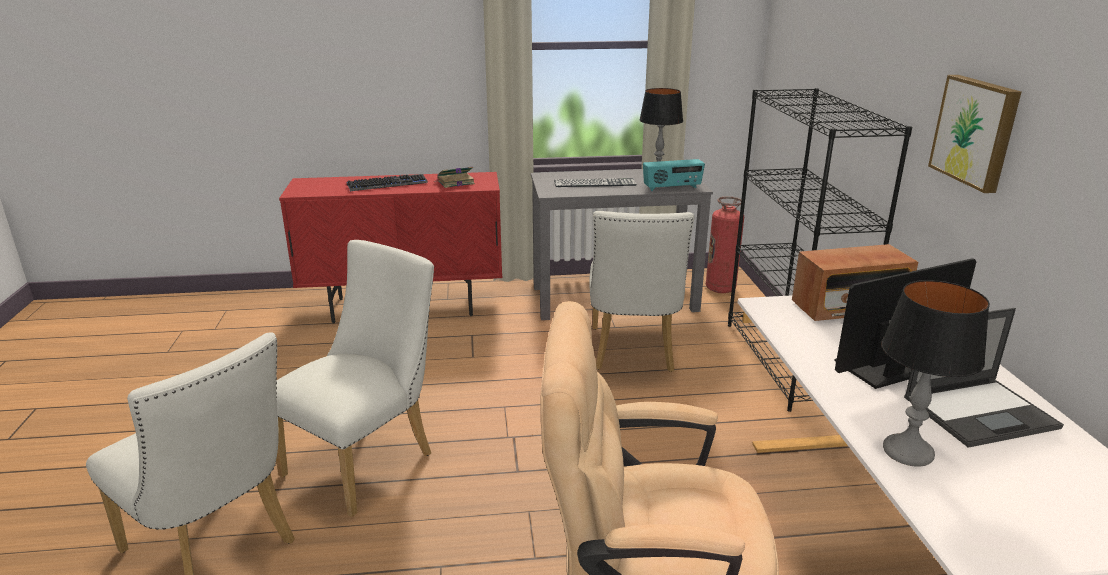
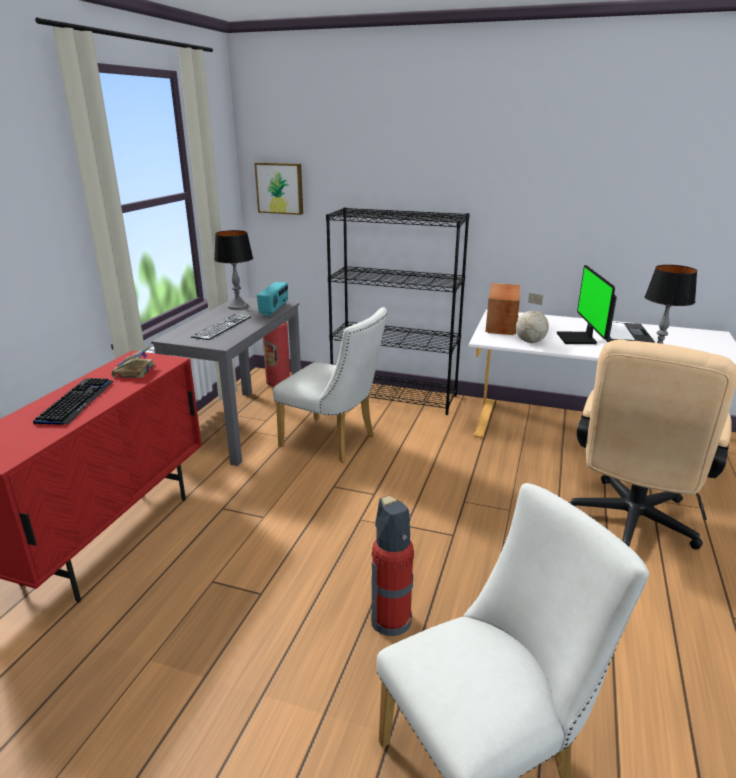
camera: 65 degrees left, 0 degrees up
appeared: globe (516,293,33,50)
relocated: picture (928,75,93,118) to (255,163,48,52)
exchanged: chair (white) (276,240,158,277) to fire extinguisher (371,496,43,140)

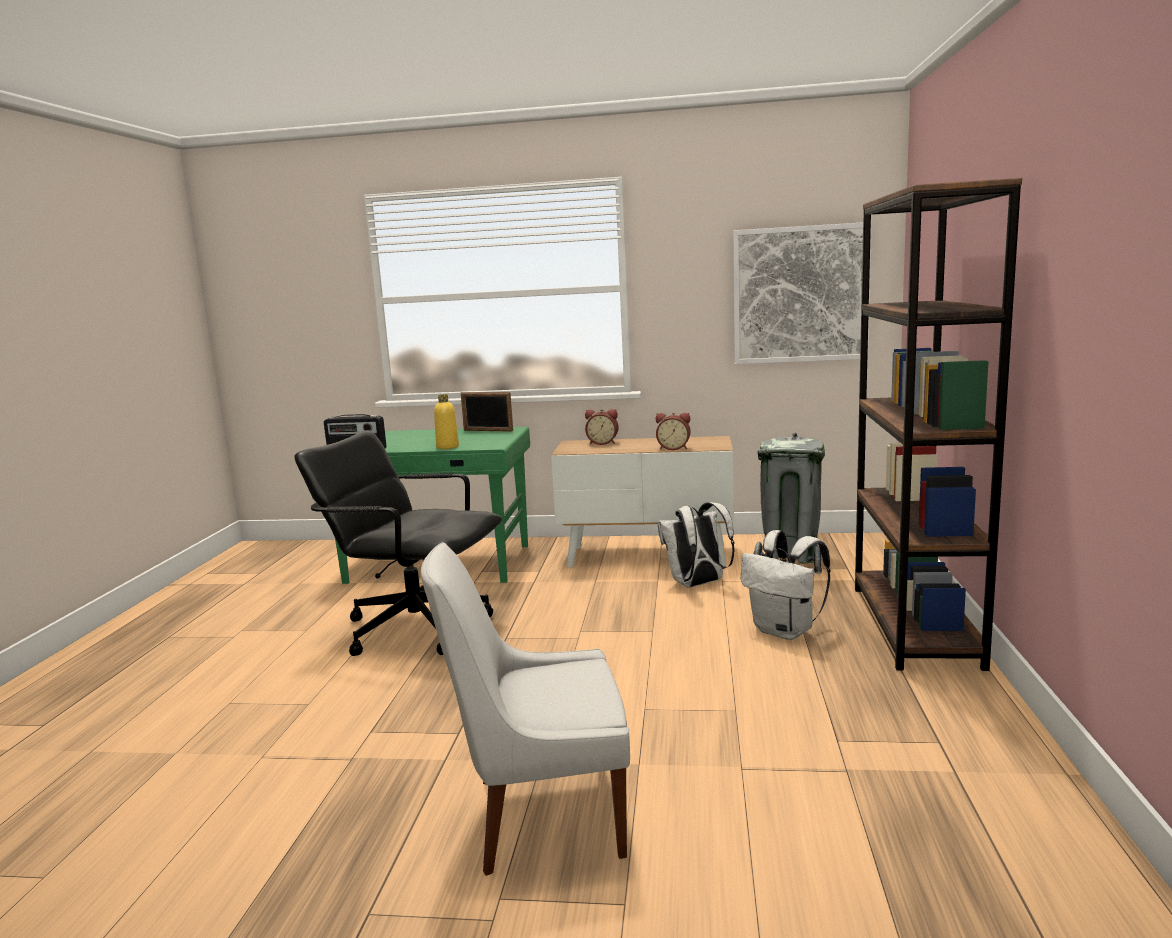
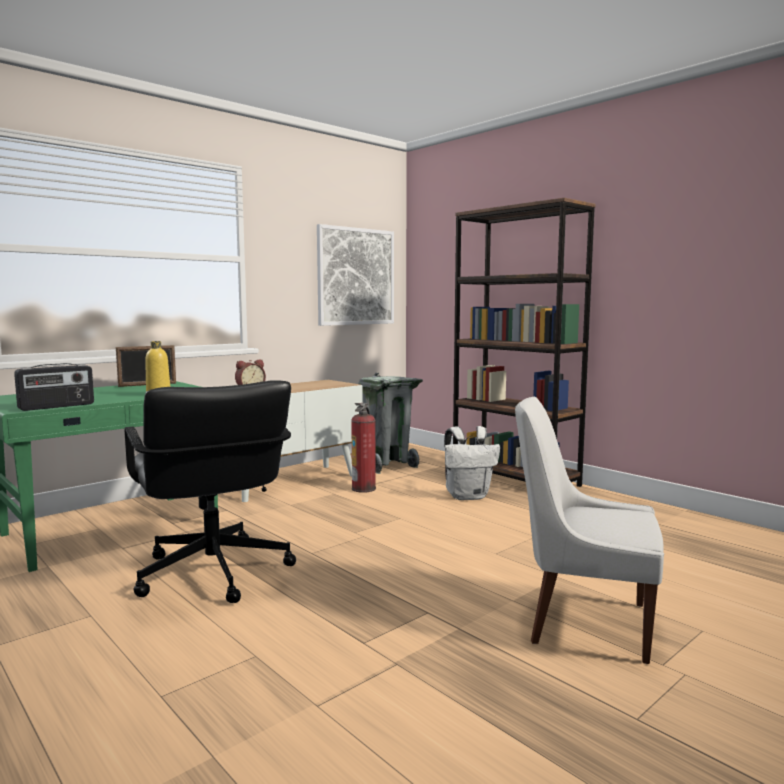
camera: 50 degrees left, 5 degrees down
missing: alarm clock (656,413,35,37)
exchanged: backpack (white) (658,502,77,85) to fire extinguisher (351,403,25,90)
spun: office chair (black) (294,430,208,226) = (125,380,171,223) 90 degrees counterclockwise; chair (white) (421,542,209,334) = (515,397,149,267) 75 degrees clockwise

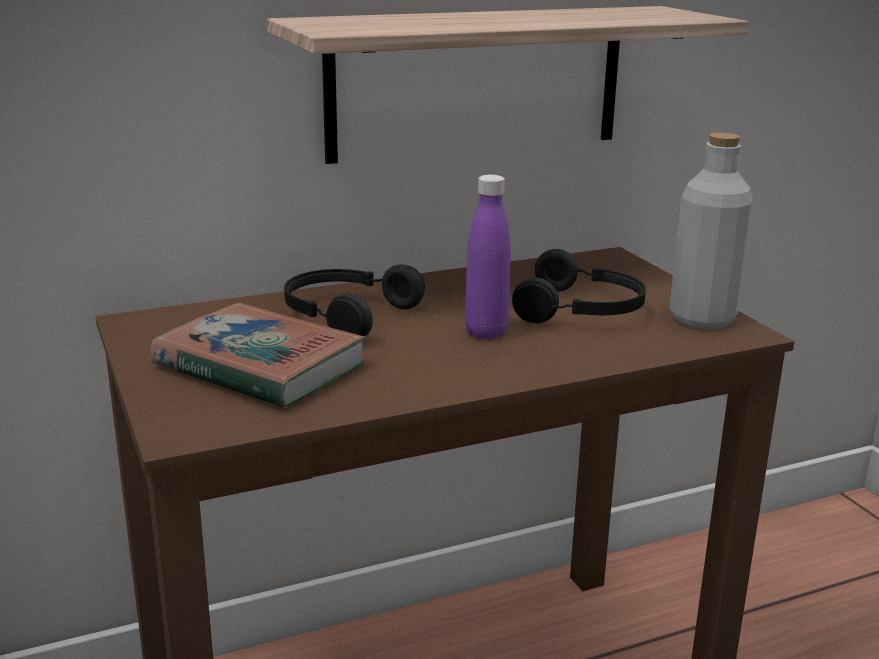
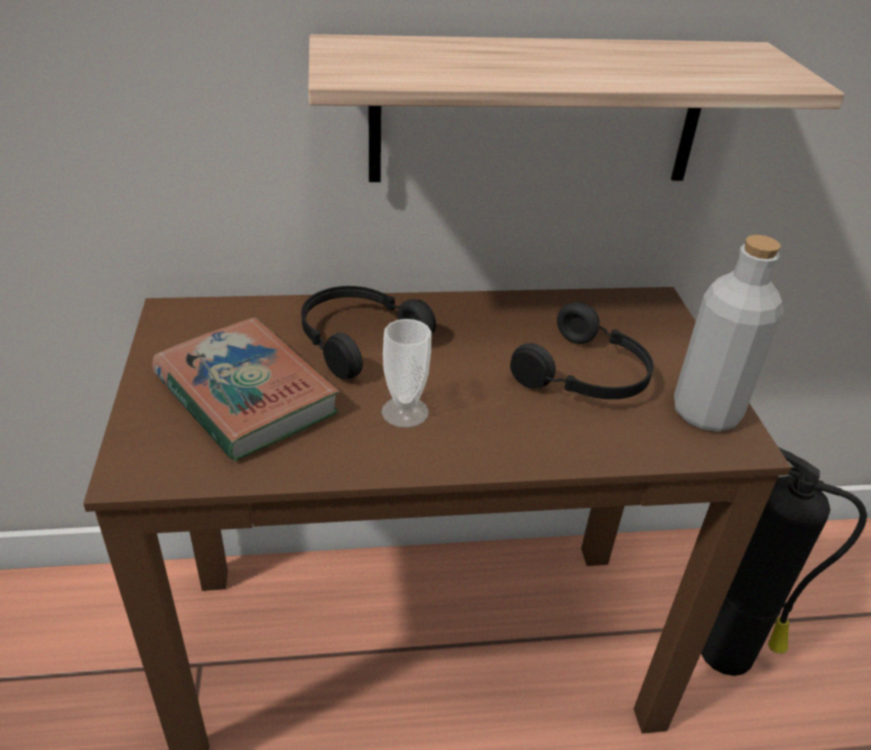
camera: 15 degrees right, 15 degrees up
missing: bottle (purple) (465,175,46,165)
appeared: cup (381,319,50,109); fire extinguisher (701,447,166,229)

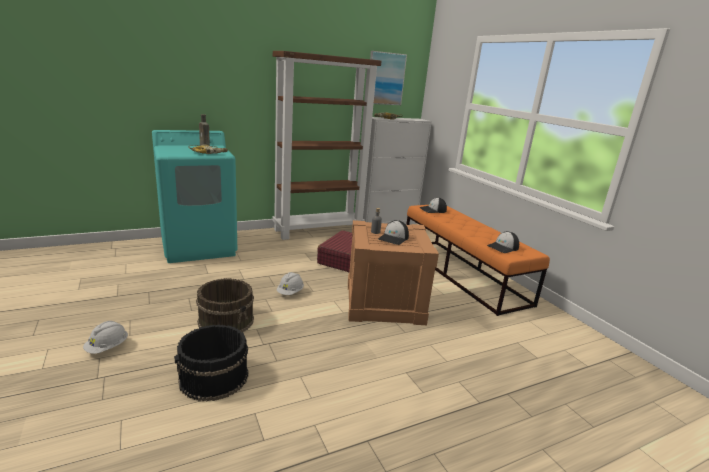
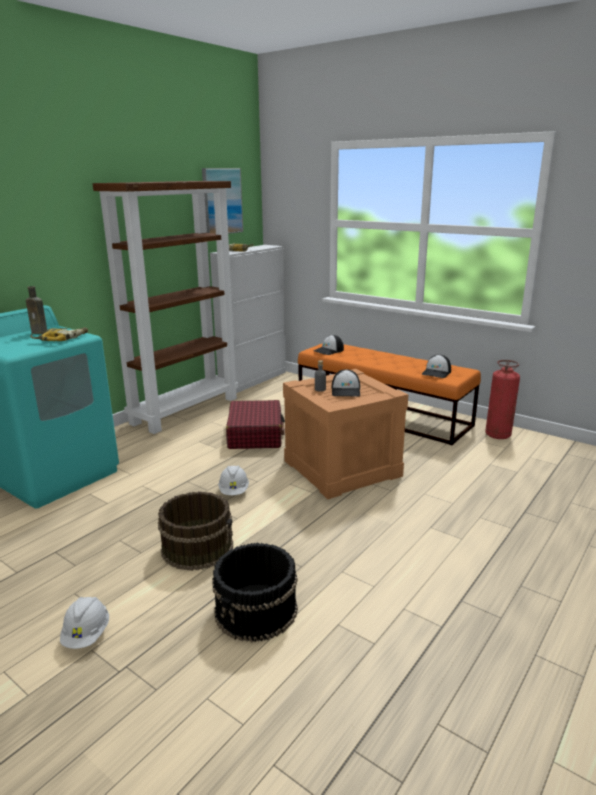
camera: 25 degrees left, 0 degrees up
appeared: fire extinguisher (485,360,35,79)

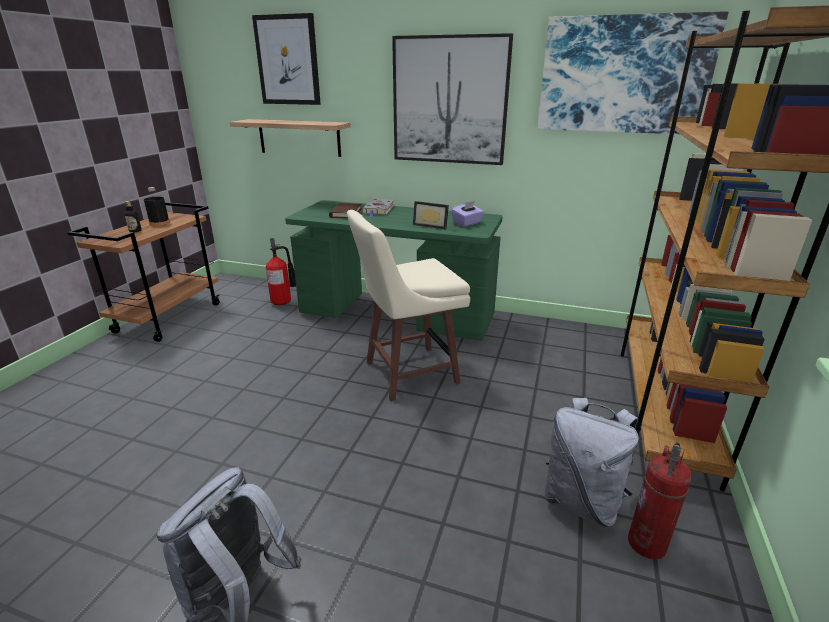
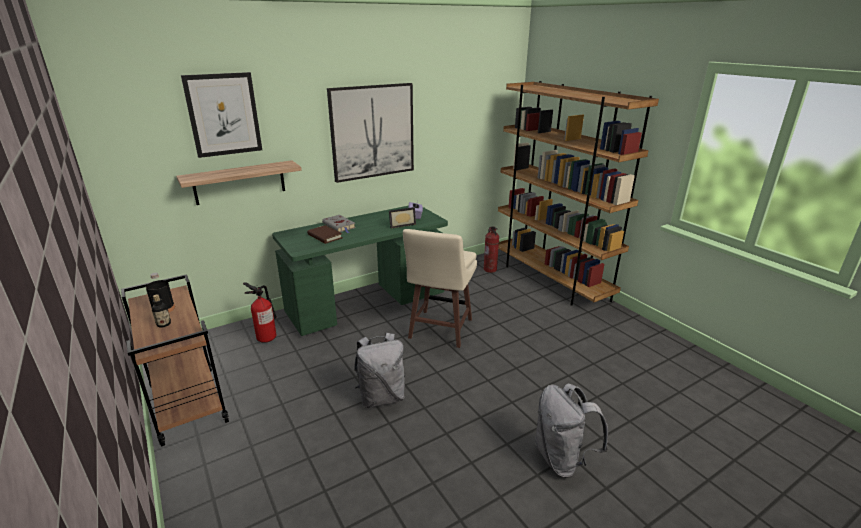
camera: 50 degrees left, 0 degrees up
missing: picture (537,11,191,123)
relocated: backpack (grey) (545,398,94,129) to (354,333,51,75); fire extinguisher (628,443,64,117) to (484,226,15,47)

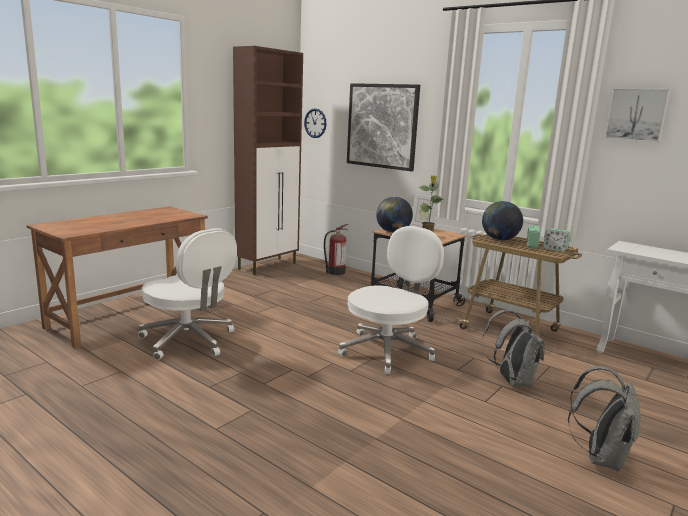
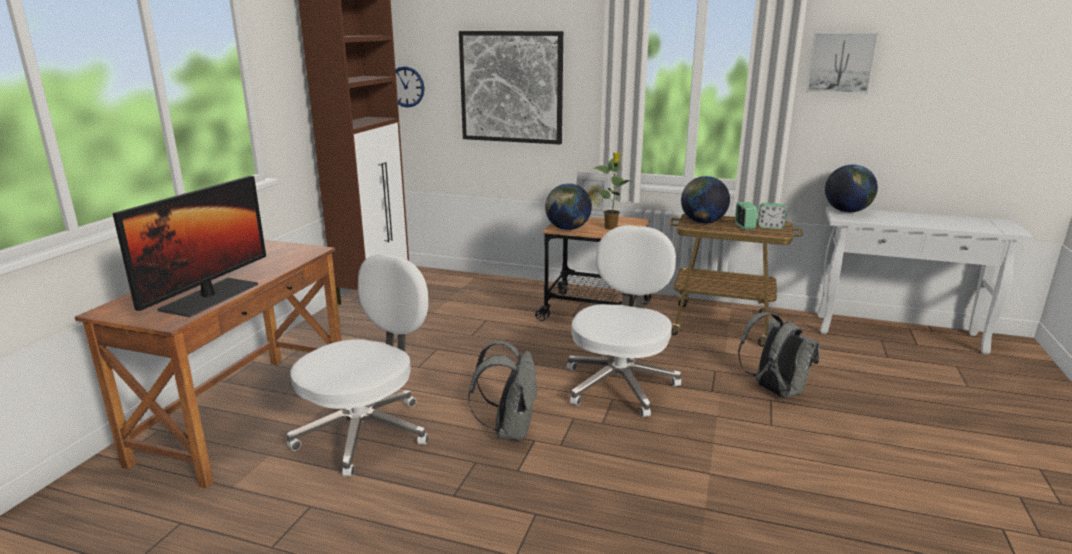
camera: 20 degrees left, 5 degrees up
missing: fire extinguisher (324,224,24,51)
appeared: monitor (113,176,153,141); globe (825,164,53,49)
relocated: backpack (grey) (568,366,73,106) to (468,341,70,100)
spun: office chair (white) (138,228,99,132) = (287,254,141,223) 75 degrees counterclockwise

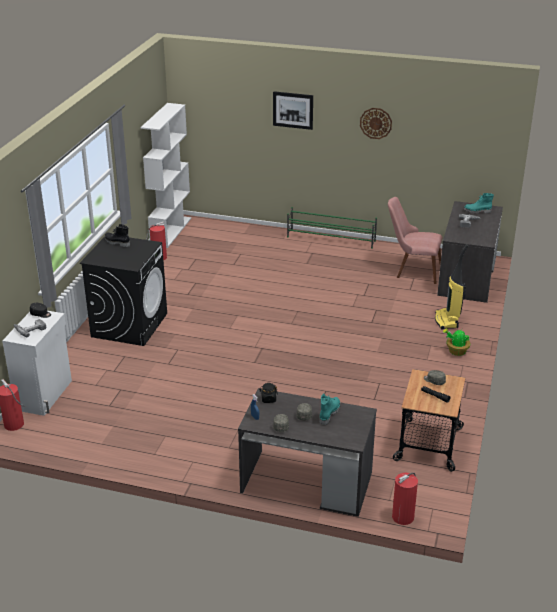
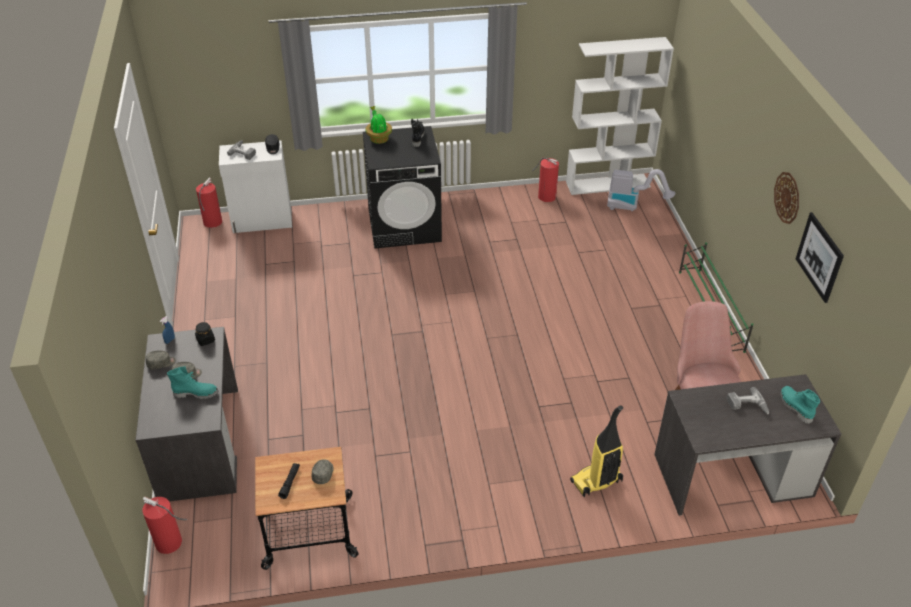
camera: 65 degrees right, 10 degrees up
appeared: vacuum cleaner (607,169,68,42)
relocated: picture (273,91,40,39) to (796,212,48,91); potted plant (443,328,27,28) to (366,106,26,38)

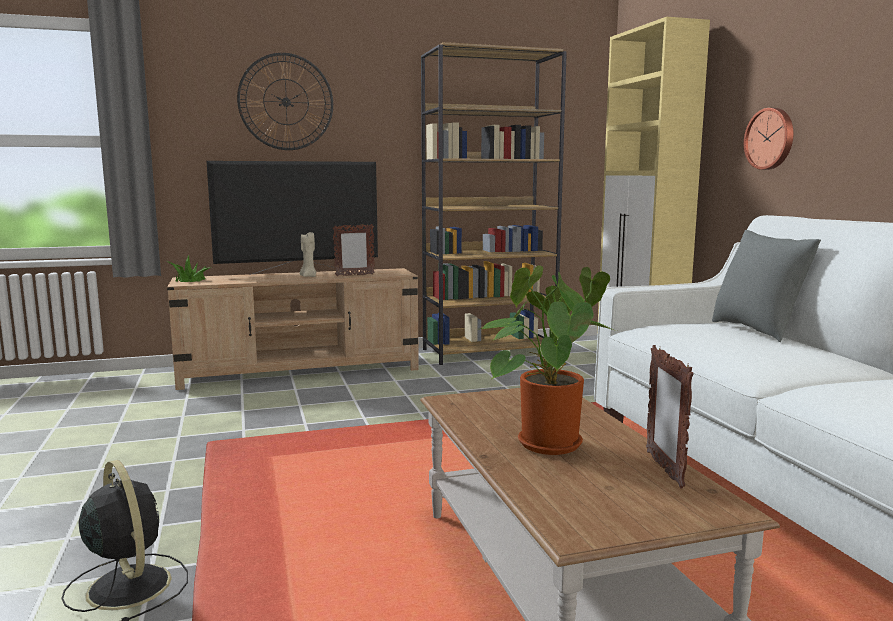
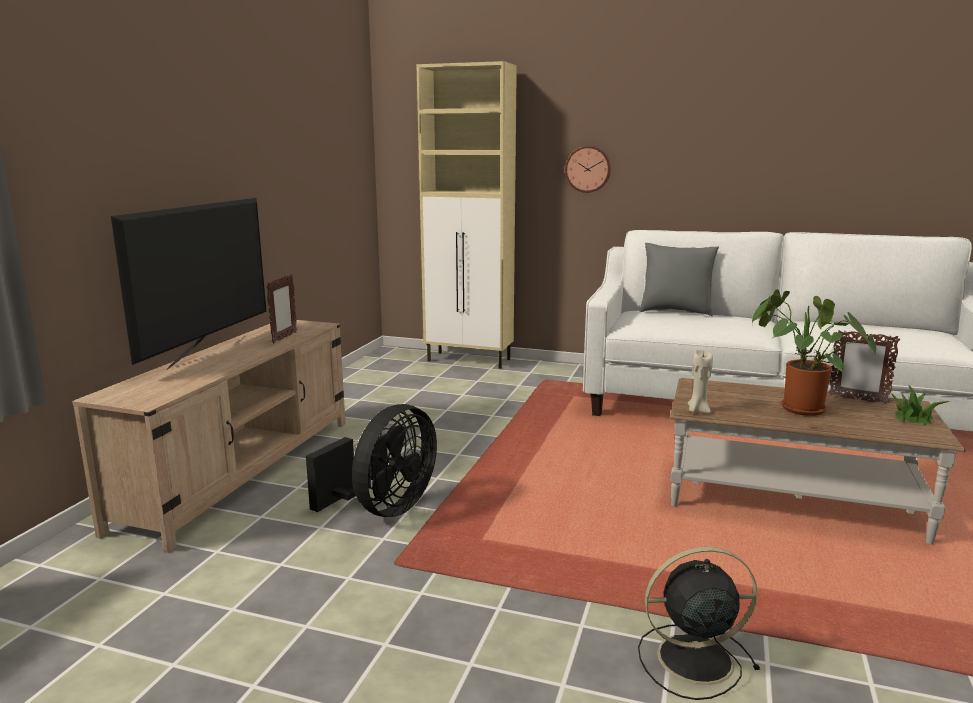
camera: 55 degrees left, 5 degrees up
missing: wall clock (237,53,96,97); bookcase (brown) (421,42,146,323)
appeared: fan (black) (306,404,131,113)
relocated: potted plant (166,255,45,27) to (891,384,59,41); candle (beige) (300,232,16,45) to (688,350,25,63)

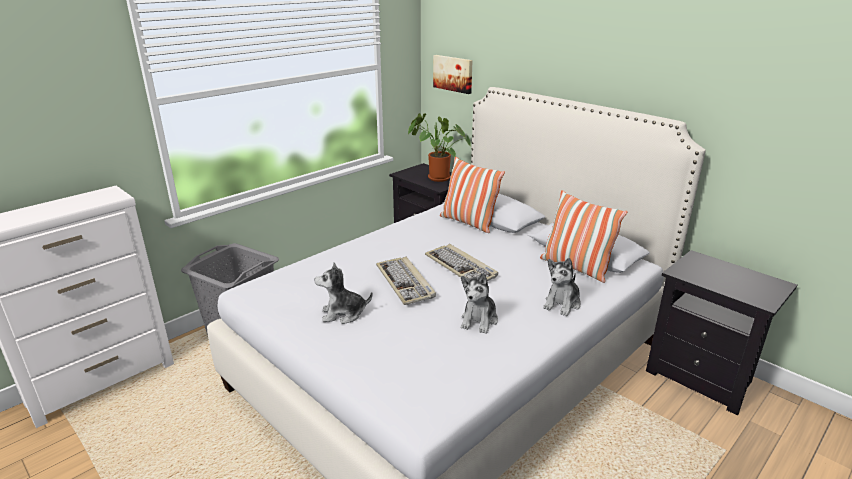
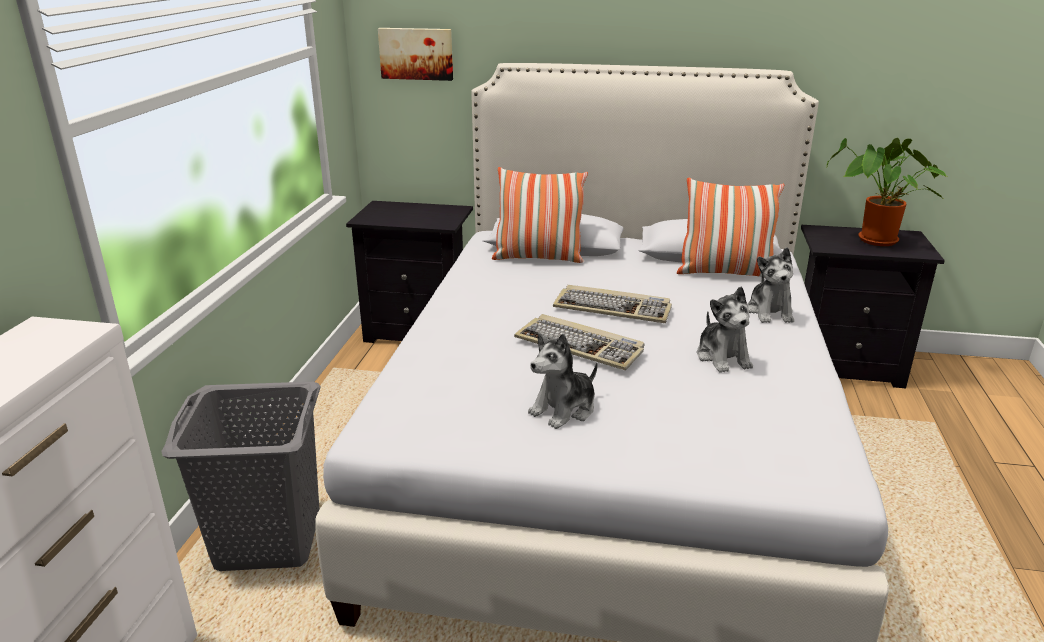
camera: 35 degrees left, 0 degrees up
relocated: potted plant (408,113,63,69) to (826,138,121,108)

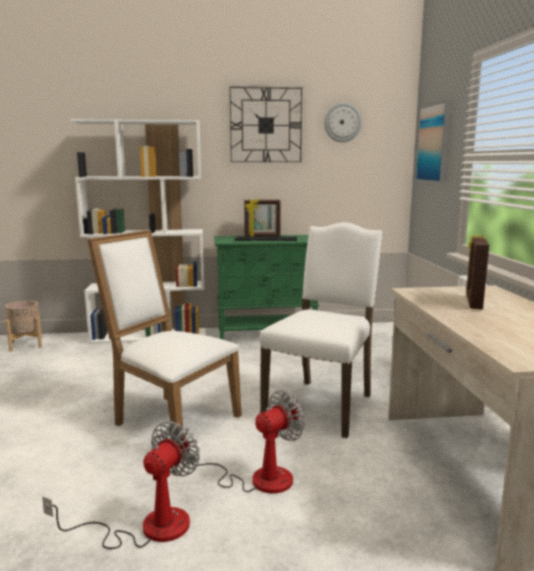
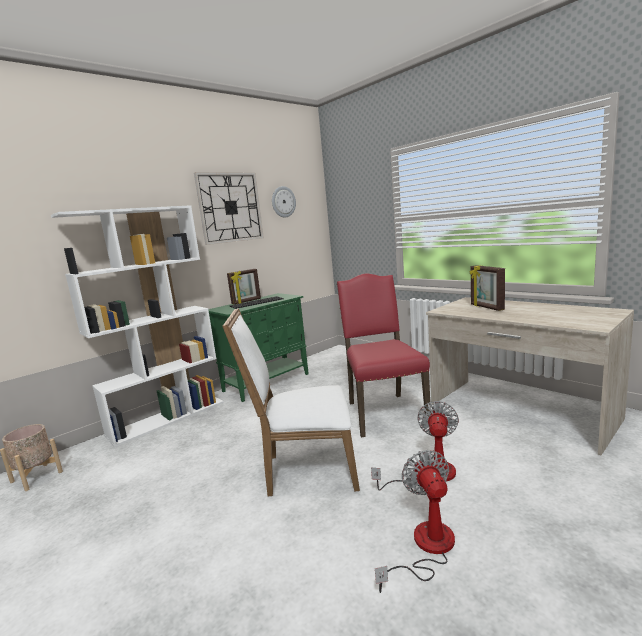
camera: 35 degrees left, 0 degrees up
missing: picture (415,100,36,83)
colour: chair (white) (259,222,124,216) to chair (red) (337,274,94,164)

